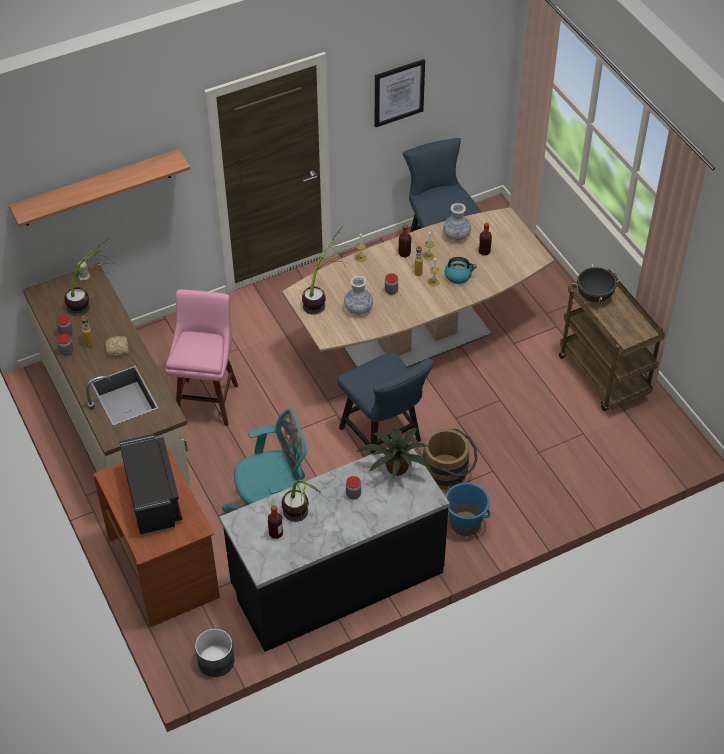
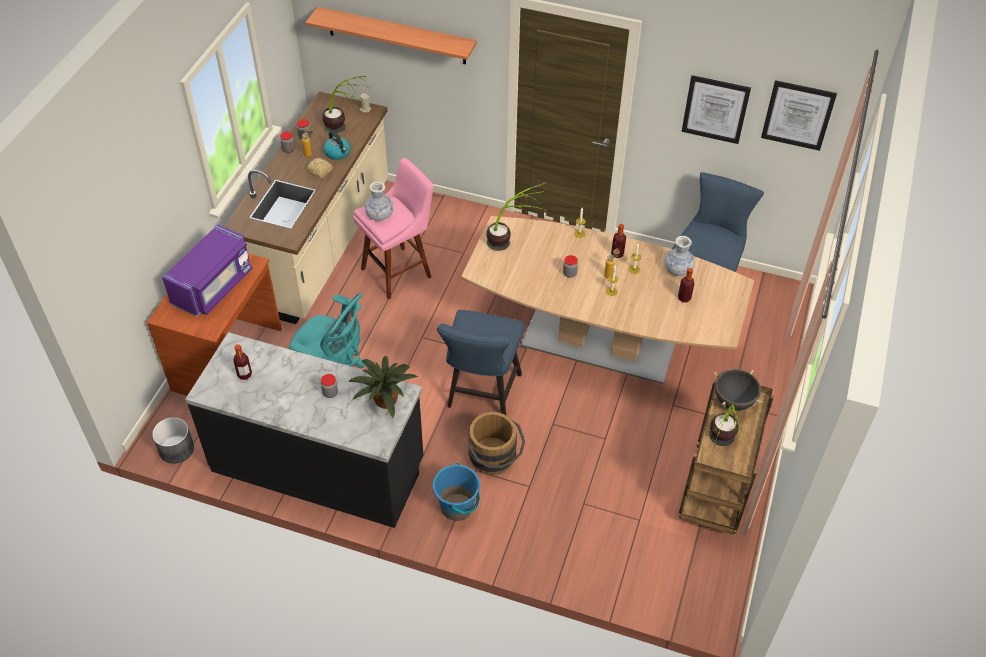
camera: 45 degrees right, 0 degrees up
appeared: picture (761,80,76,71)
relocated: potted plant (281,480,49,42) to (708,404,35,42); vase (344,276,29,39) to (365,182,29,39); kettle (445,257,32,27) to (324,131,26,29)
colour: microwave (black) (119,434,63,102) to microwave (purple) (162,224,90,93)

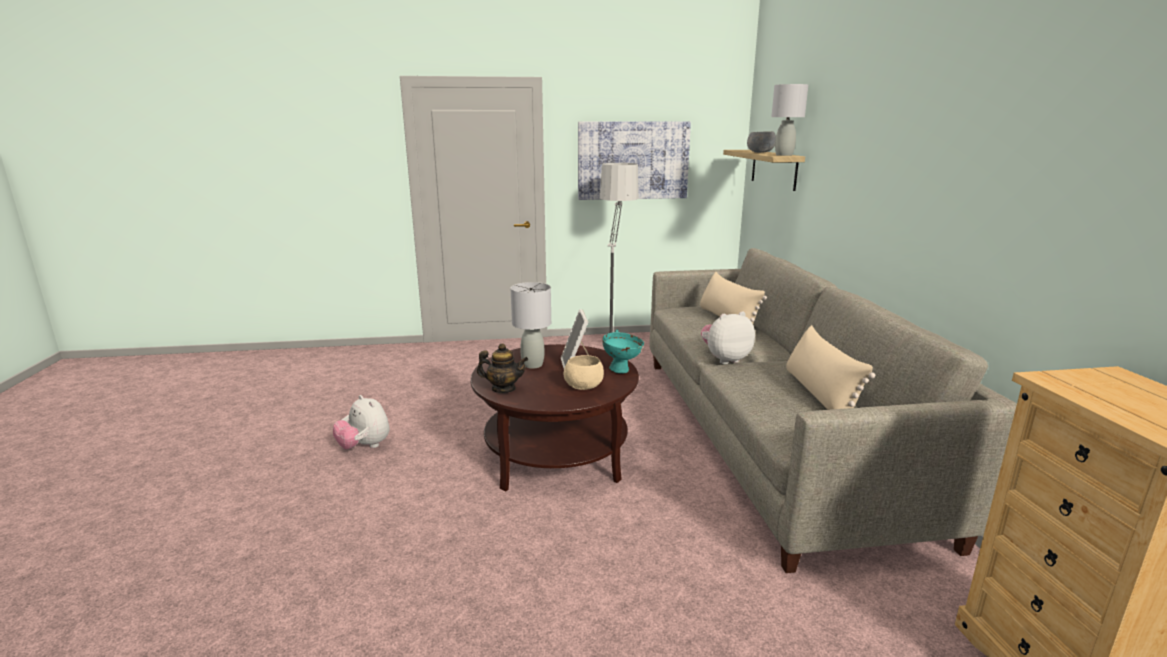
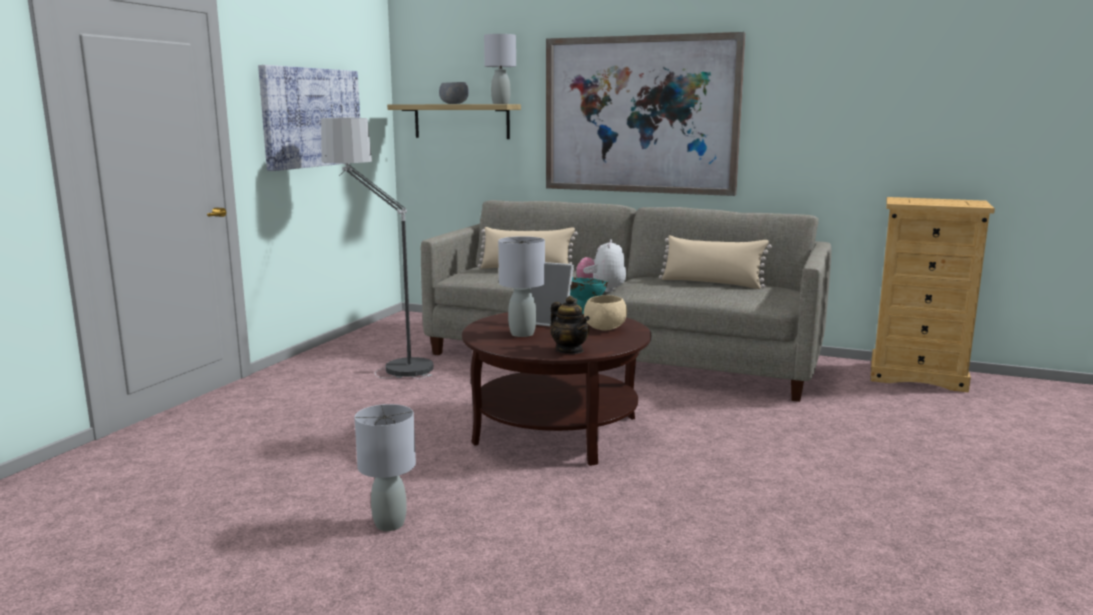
camera: 60 degrees left, 5 degrees down
appeared: picture (546,32,200,164)
exchanged: plush toy (333,395,57,54) to table lamp (grey) (355,404,61,127)
spun: teapot (477,343,51,50) = (550,296,40,58) 105 degrees clockwise

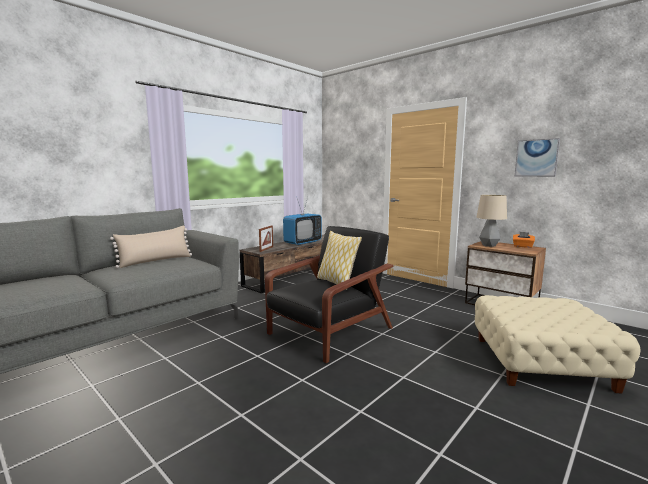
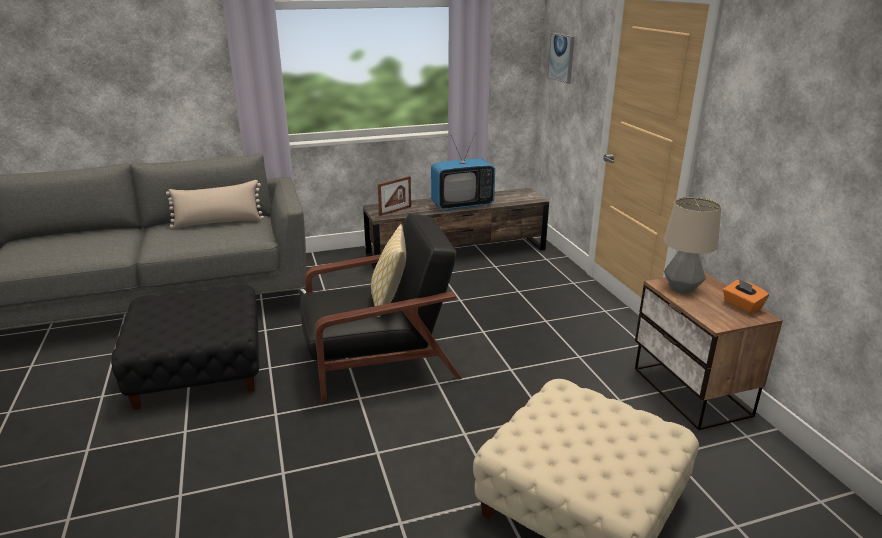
camera: 30 degrees right, 15 degrees up
appeared: ottoman (black) (111,285,148,125)
relocated: picture (515,138,45,39) to (548,33,27,51)

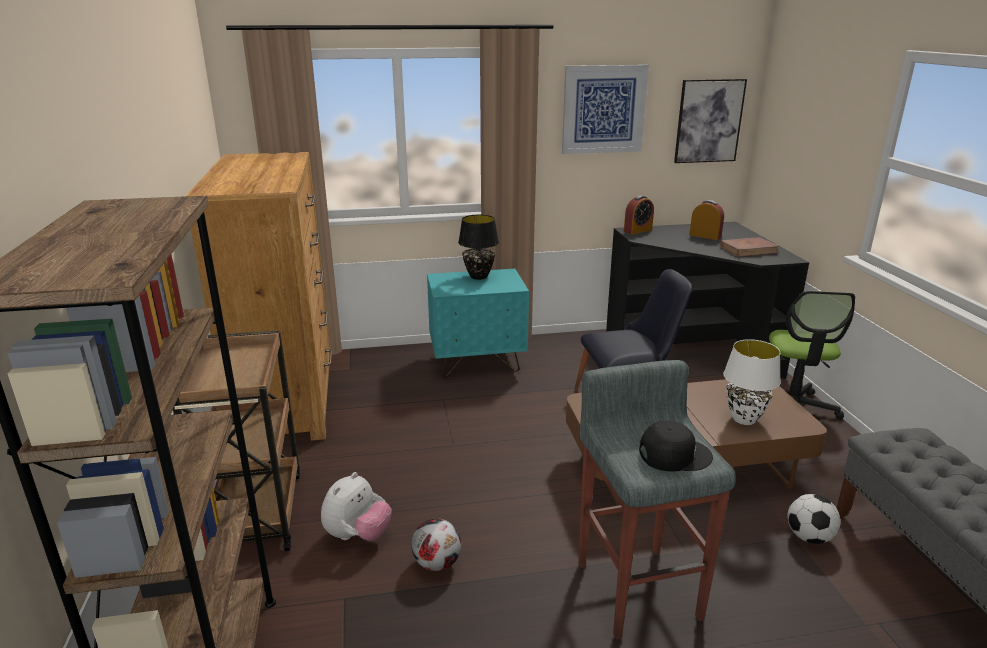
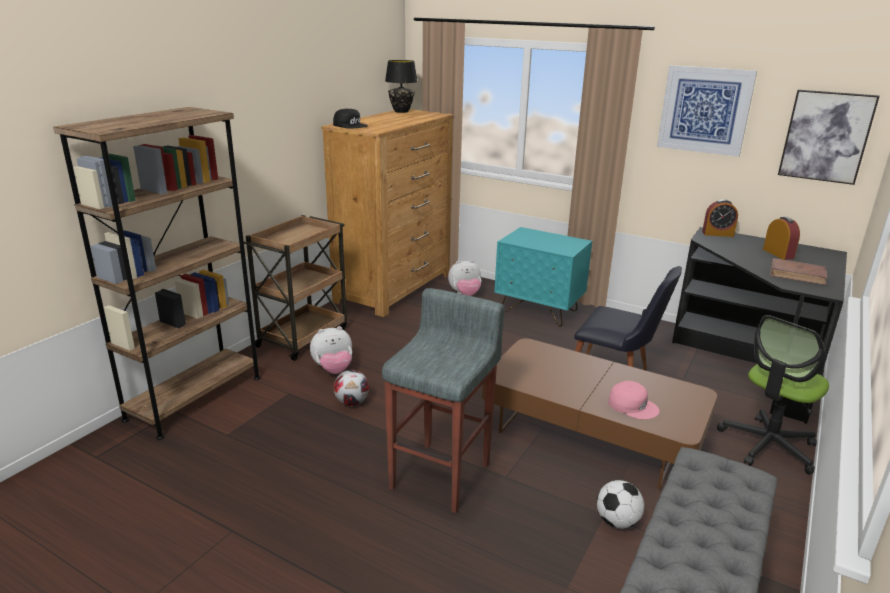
camera: 40 degrees right, 0 degrees up
appeared: plush toy (448,260,34,36)
relocated: table lamp (black) (458,215,41,65) to (385,60,33,53); cap (black) (639,421,74,51) to (333,108,35,20)
exchanged: table lamp (white) (723,339,58,86) to cap (pink) (608,381,52,38)

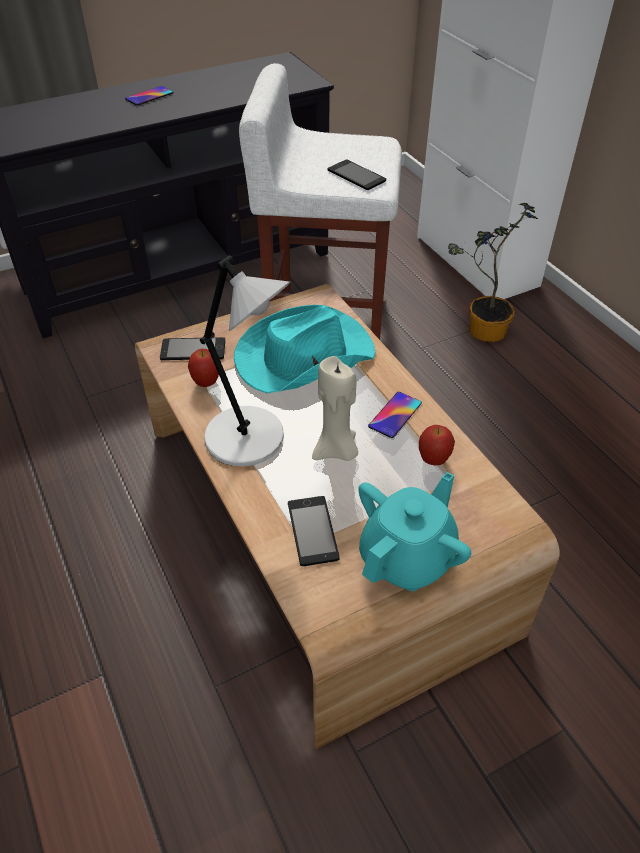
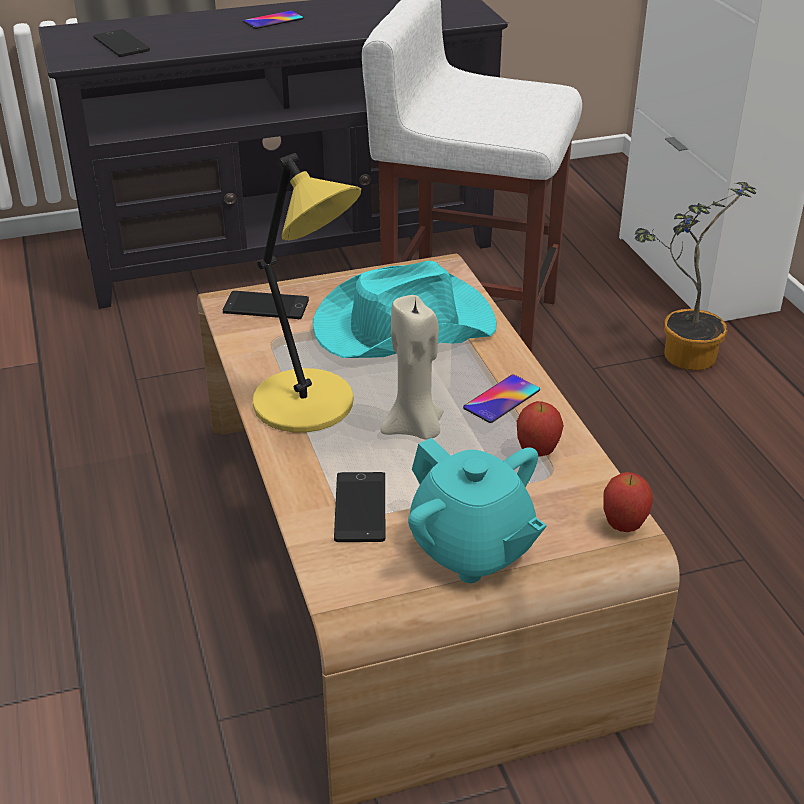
camera: 10 degrees right, 10 degrees down
relocated: apple (188,349,31,38) to (603,472,50,60); phone (328,160,58,30) to (93,29,57,28)
colour: table lamp (grey) (200,255,90,212) to table lamp (yellow) (253,153,108,279)
spun: teapot (turquoise) (359,472,112,119) = (408,438,139,145) 90 degrees clockwise

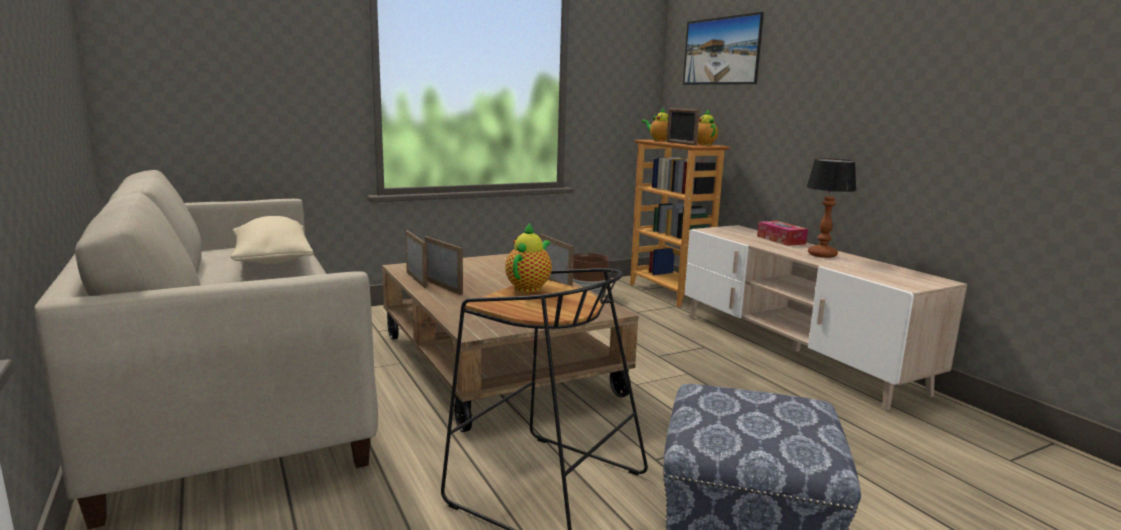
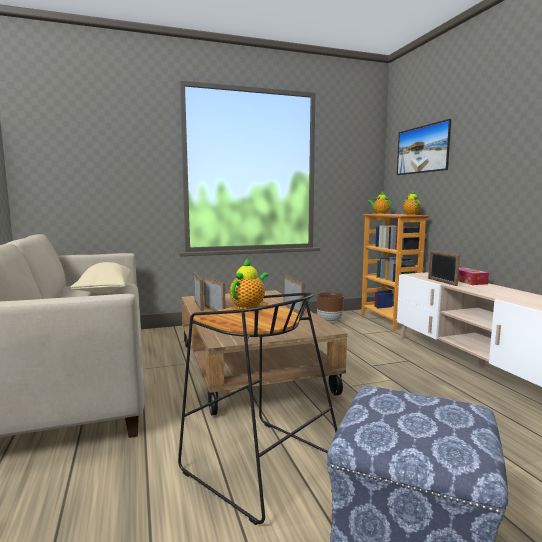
camera: 10 degrees right, 5 degrees down
missing: table lamp (806,159,51,99)
relocated: picture frame (667,108,33,38) to (428,251,32,35)

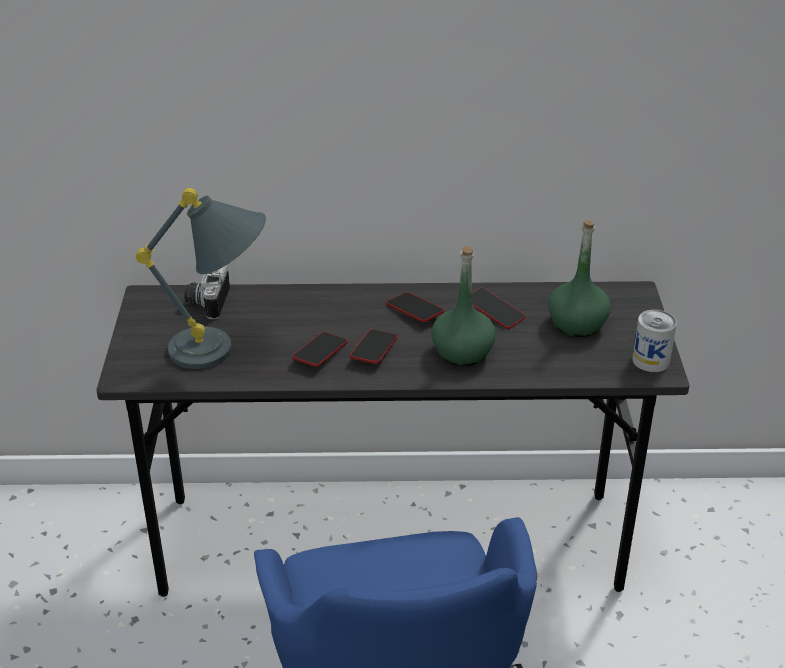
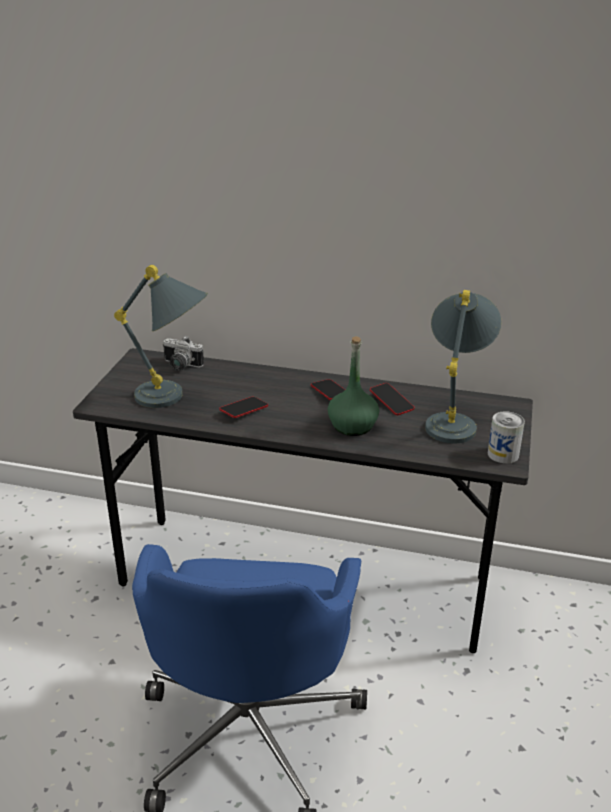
camera: 15 degrees right, 5 degrees down
missing: phone (350,329,48,35)
exchanged: bottle (green) (548,220,63,117) to table lamp (grey) (425,290,76,153)
spun: photo camera (184,266,46,53) = (163,336,41,35) 90 degrees counterclockwise

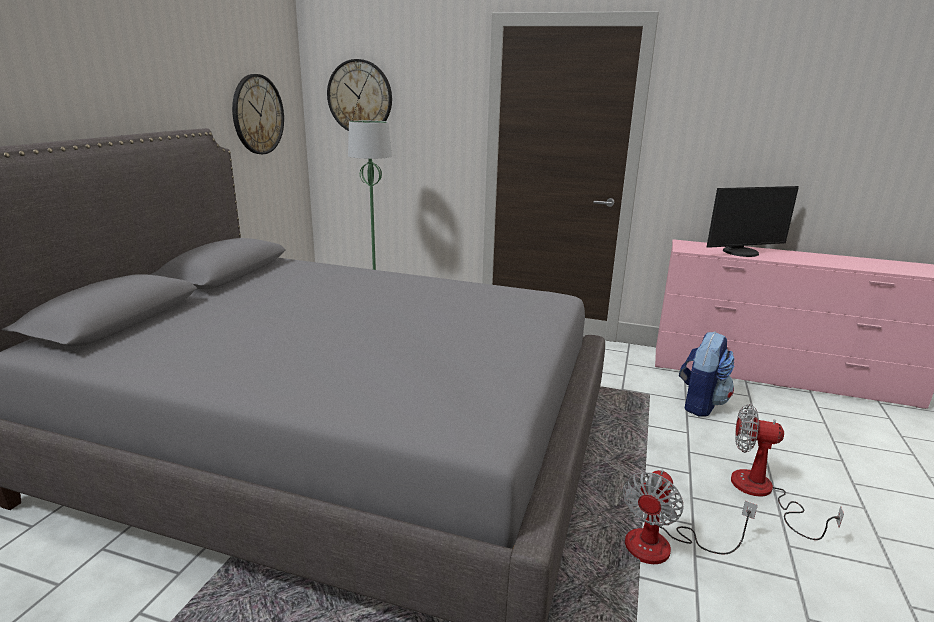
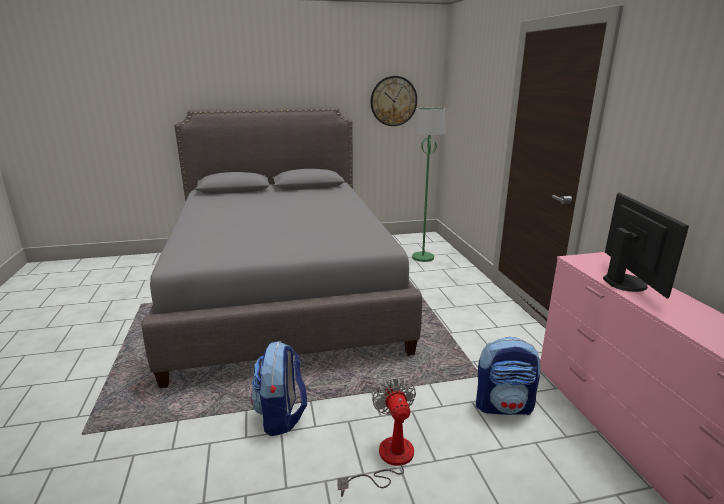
camera: 60 degrees right, 0 degrees up
missing: wall clock (327,59,65,72)
exchanged: fan (623,470,135,94) to backpack (251,341,56,95)
spun: monitor (707,186,92,71) = (603,192,86,106) 135 degrees counterclockwise

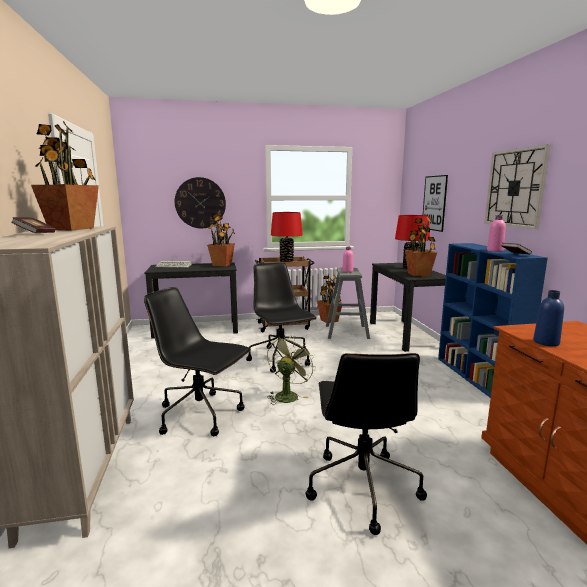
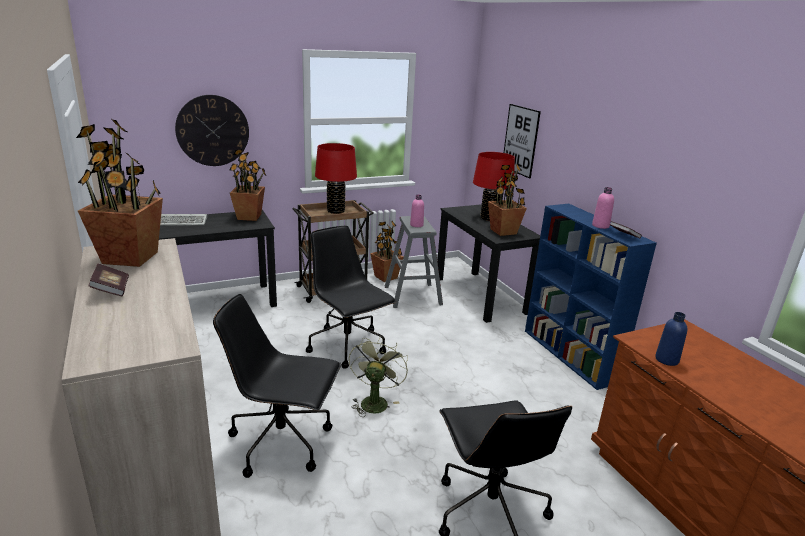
camera: 15 degrees left, 10 degrees up
missing: wall clock (484,144,67,85)

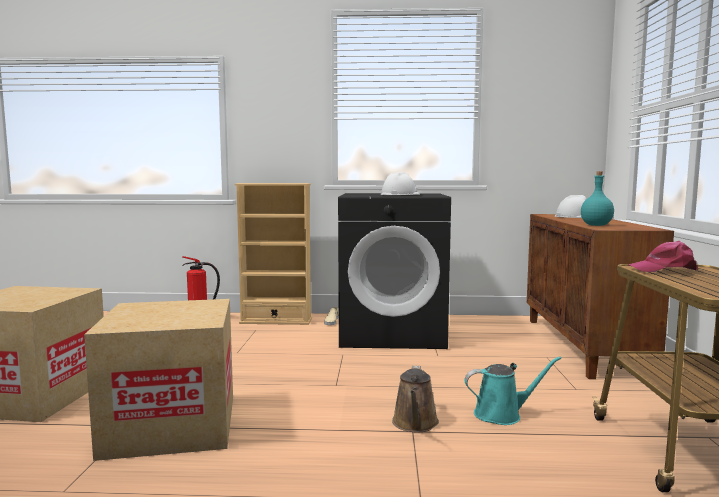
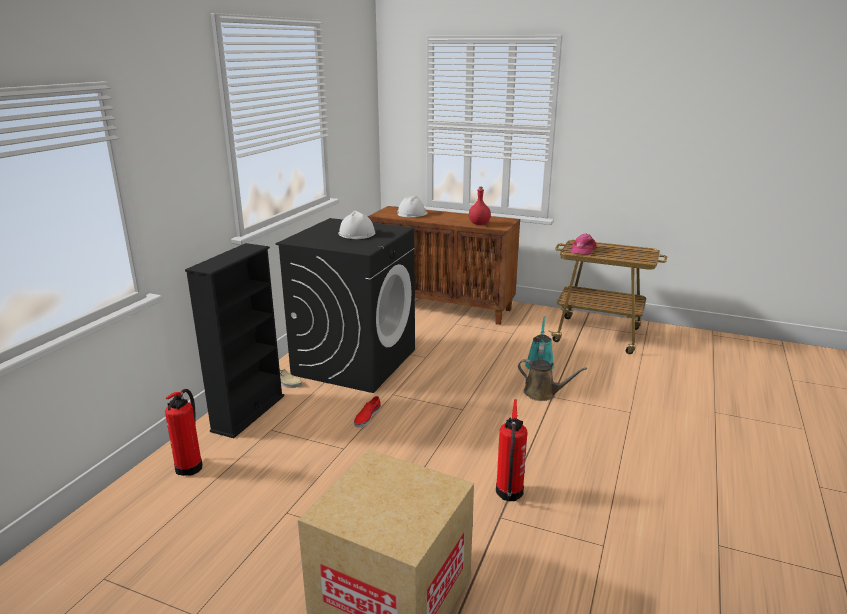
camera: 70 degrees left, 15 degrees up
appeared: shoe (red) (354,396,27,31)
exchanged: cardboard box (84,299,149,162) to fire extinguisher (496,399,31,102)
colour: bookcase (beige) (235,183,77,142) to bookcase (black) (185,243,99,195); bottle (turquoise) (581,171,33,55) to bottle (red) (469,187,22,38)

